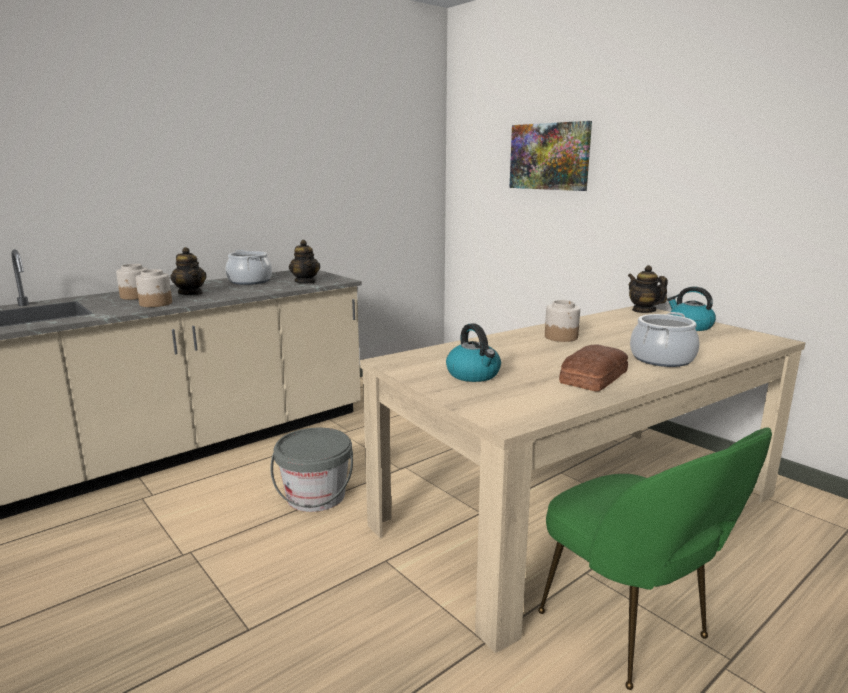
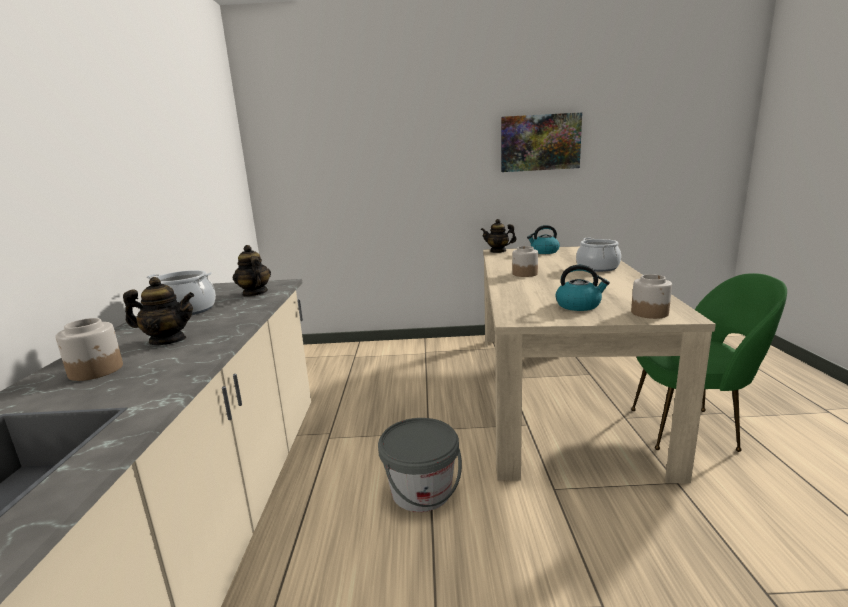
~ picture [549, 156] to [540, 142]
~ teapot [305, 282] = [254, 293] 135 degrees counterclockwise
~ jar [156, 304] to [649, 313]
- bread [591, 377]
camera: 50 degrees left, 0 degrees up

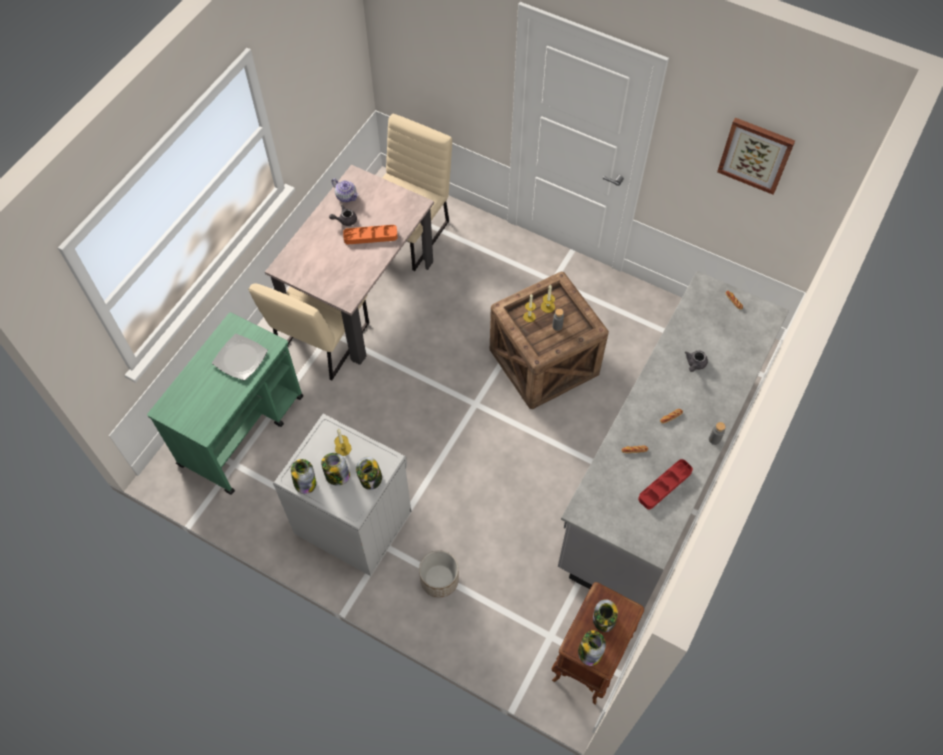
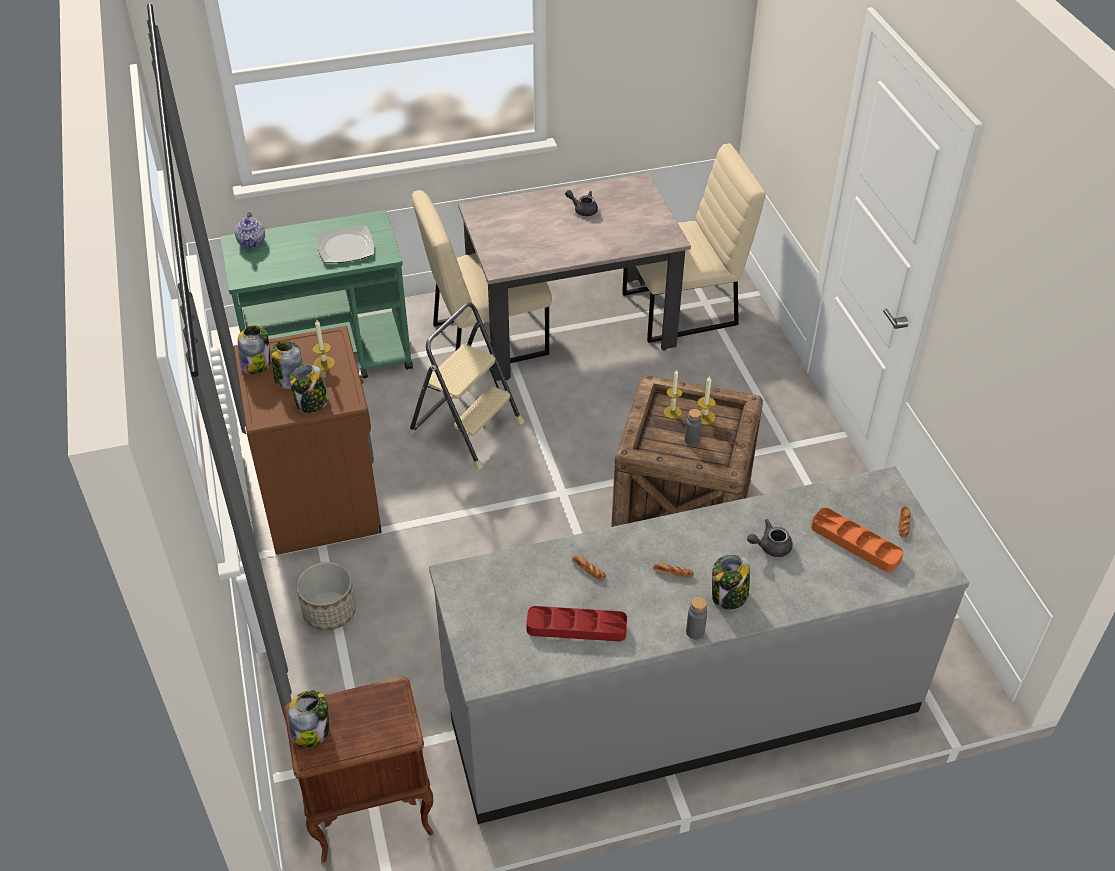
- picture [755, 154]
~ teapot [346, 196] to [252, 242]
~ orange tray [370, 236] to [855, 543]
~ white washing machine [354, 520] to brown washing machine [324, 499]
~ jar [604, 620] to [729, 596]
+ beige step ladder [462, 425]
camera: 45 degrees right, 15 degrees down

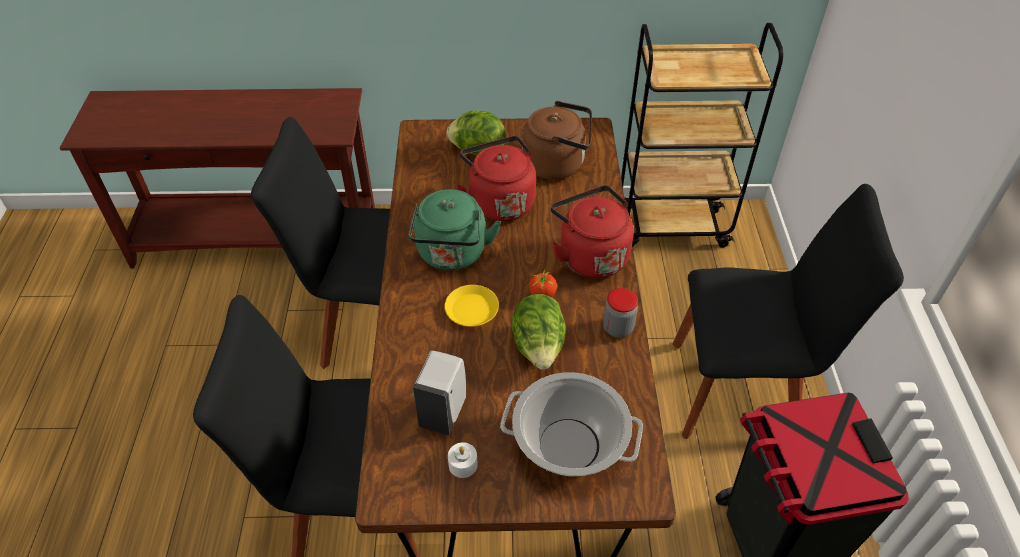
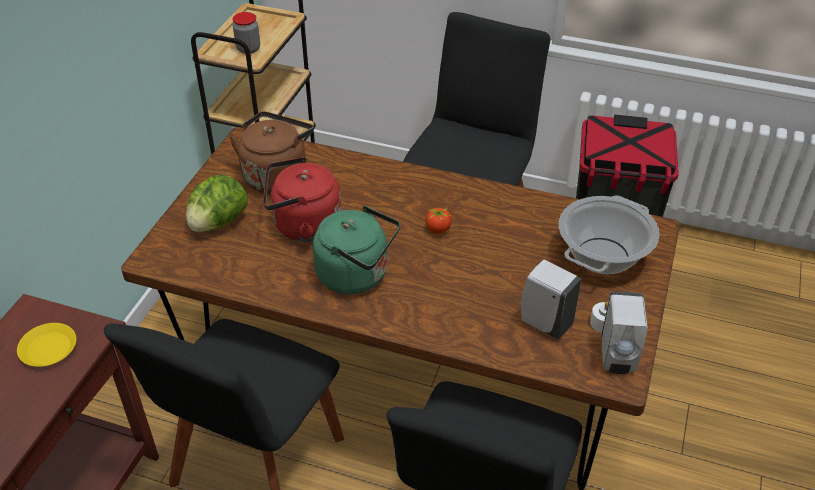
- red kettle [590, 255]
~ yellow plate [471, 309] to [48, 349]
~ jar [618, 328] to [248, 49]
- lettuce [539, 347]
+ white soap dispenser [617, 359]
camera: 70 degrees left, 5 degrees down

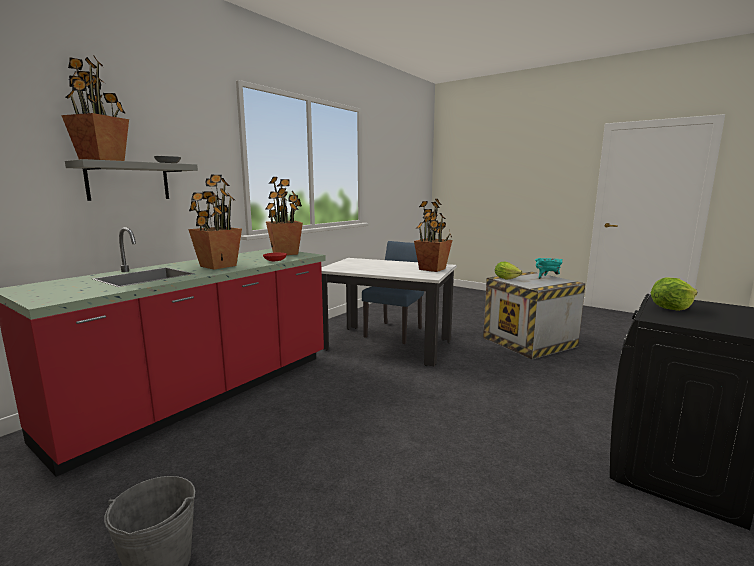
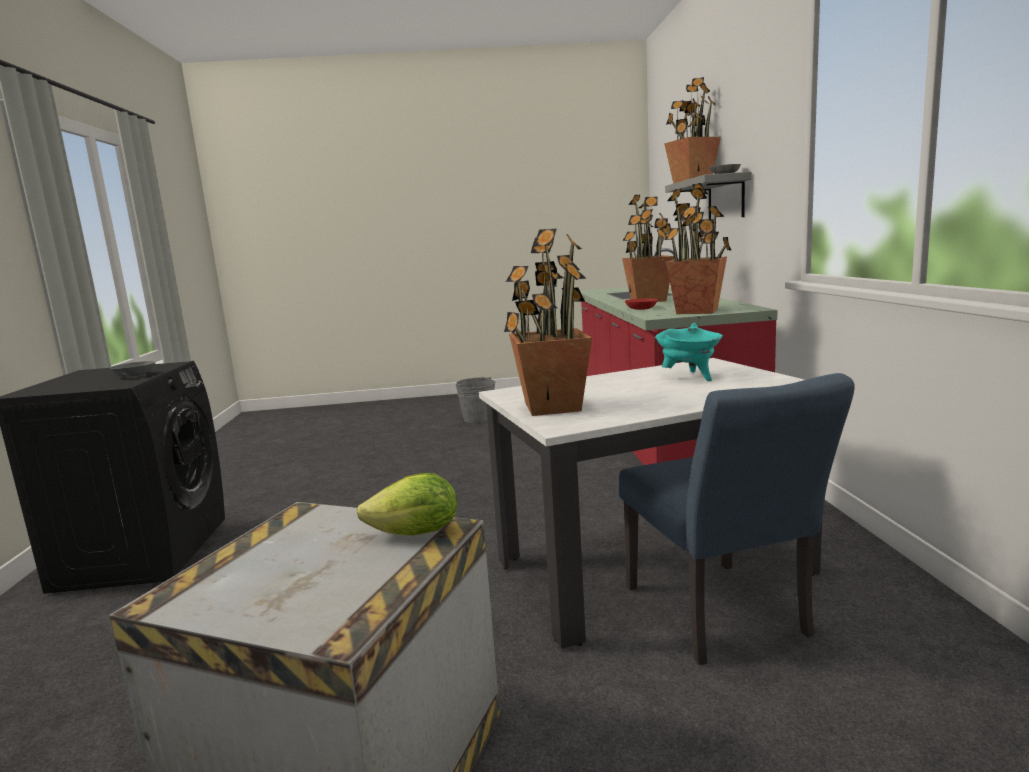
~ turquoise cooking pot [547, 277] to [689, 378]
~ lettuce [670, 308] to grey bowl [136, 375]
camera: 140 degrees right, 0 degrees up

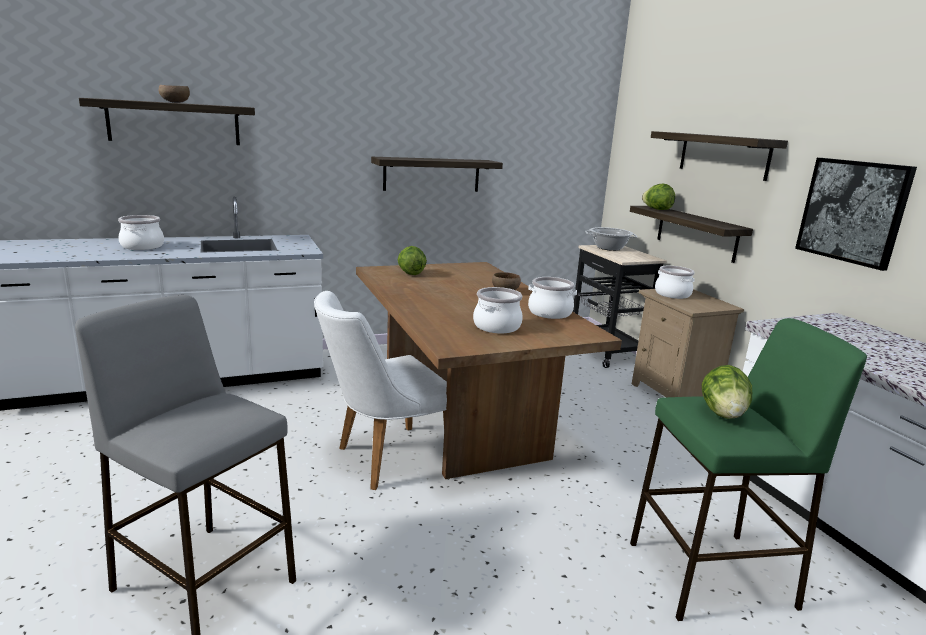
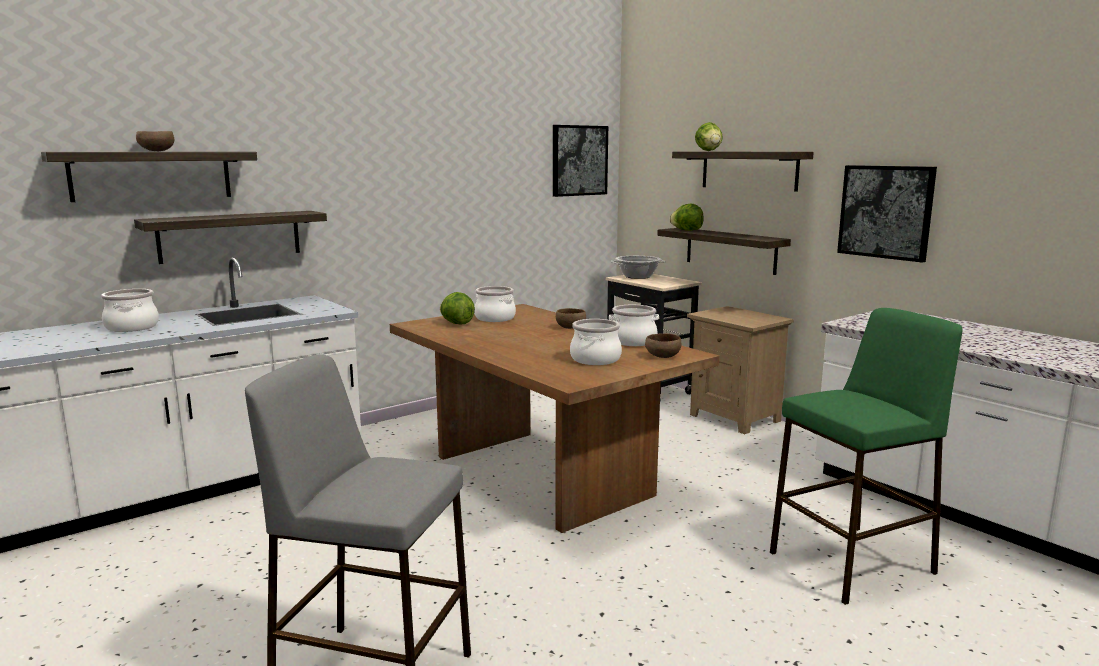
~ shelf [432, 174] to [230, 236]
~ cooking pot [672, 294] to [494, 318]
- white chair [383, 459]
~ lettuce [723, 414] to [708, 151]
+ picture [579, 160]
+ brown bowl [662, 356]
camera: 15 degrees left, 5 degrees down

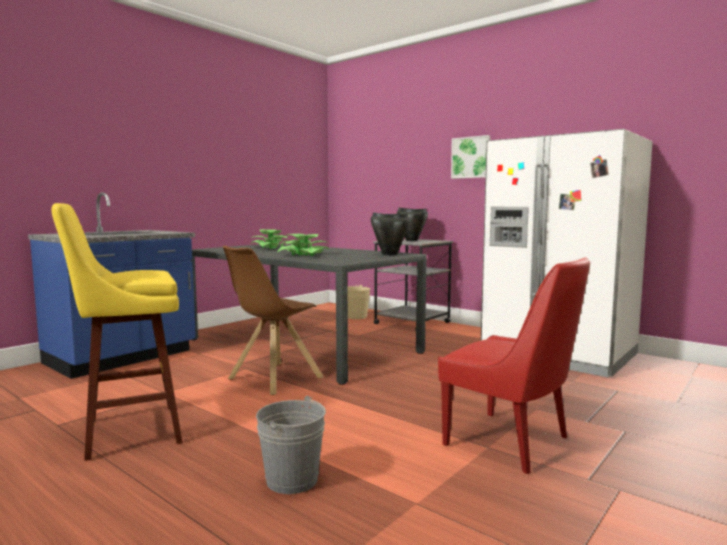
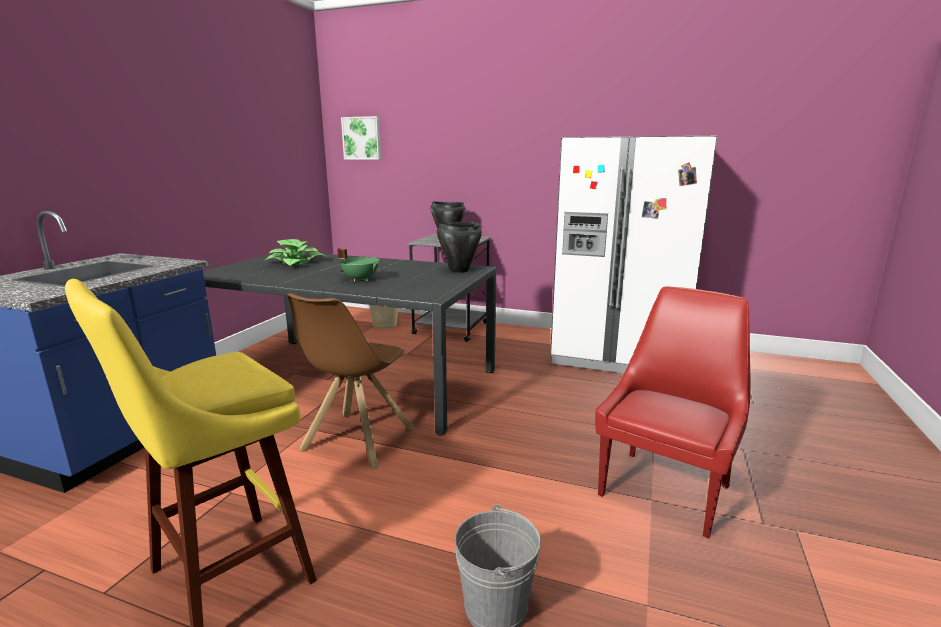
~ picture [471, 157] to [362, 138]
~ potted plant [304, 254] to green cooking pot [361, 279]
~ red chair [511, 442] = [666, 488] 75 degrees counterclockwise
camera: 20 degrees left, 10 degrees up

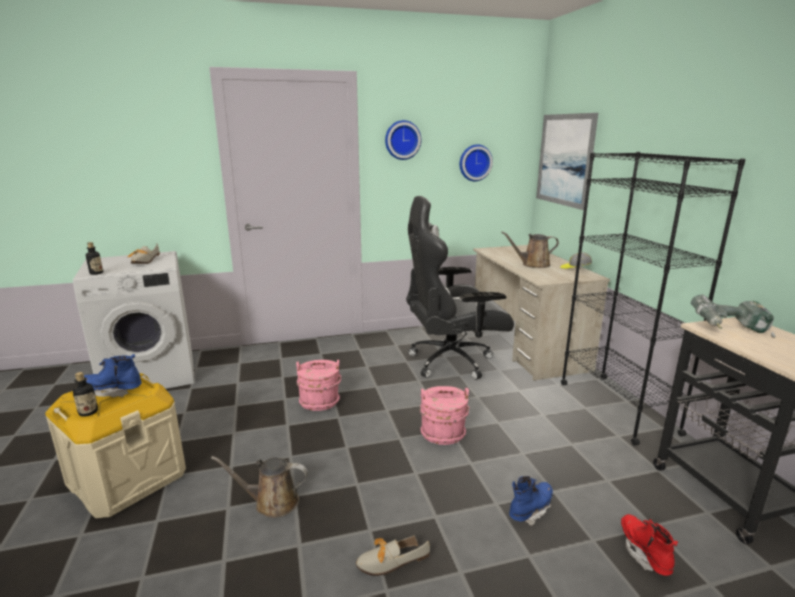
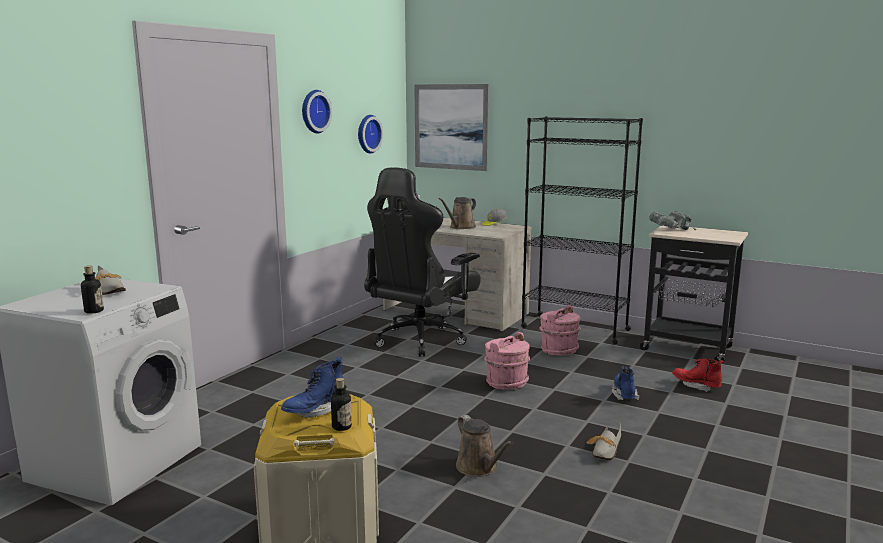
~ pink bucket [320, 401] to [558, 349]
~ brown watering can [272, 502] = [479, 468] 75 degrees counterclockwise
camera: 45 degrees left, 5 degrees down

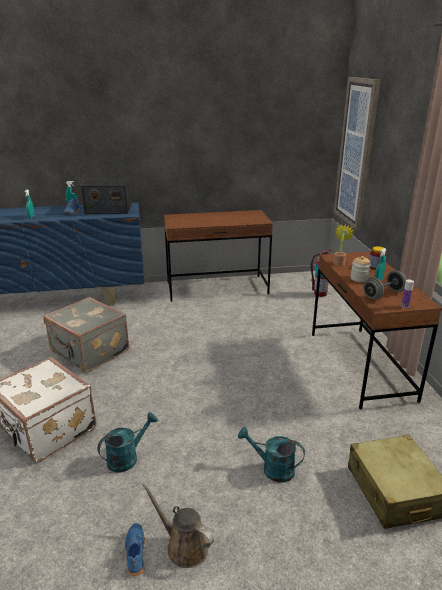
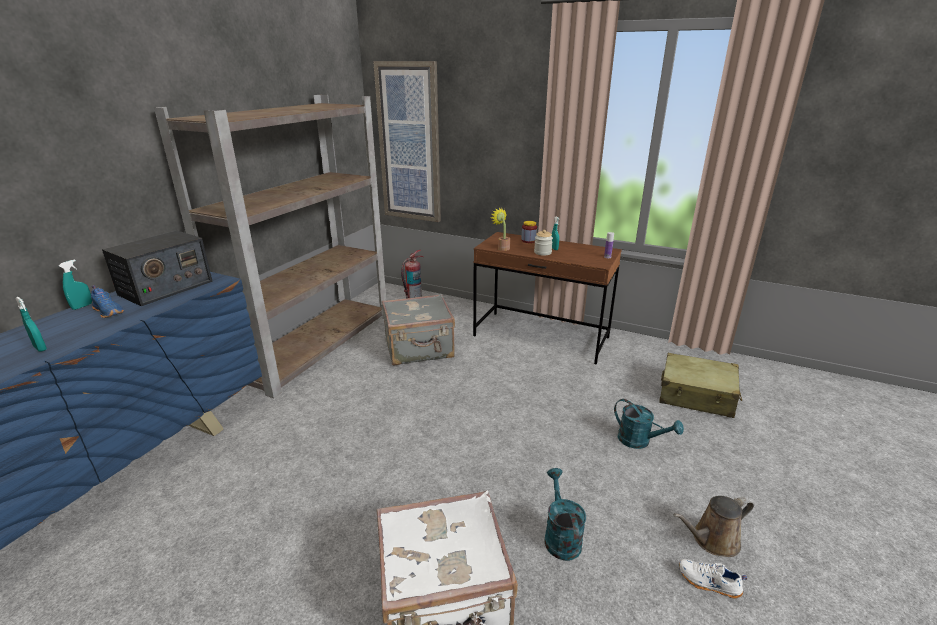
~ brown desk [217, 288] to brown bookcase [315, 344]
- grey dumbbell [383, 294]
~ grey suitcase [89, 352] to [419, 349]
~ turquoise watering can [272, 469] = [639, 441] 105 degrees counterclockwise
~ blue shoe [134, 552] to white shoe [708, 583]
camera: 55 degrees left, 0 degrees up

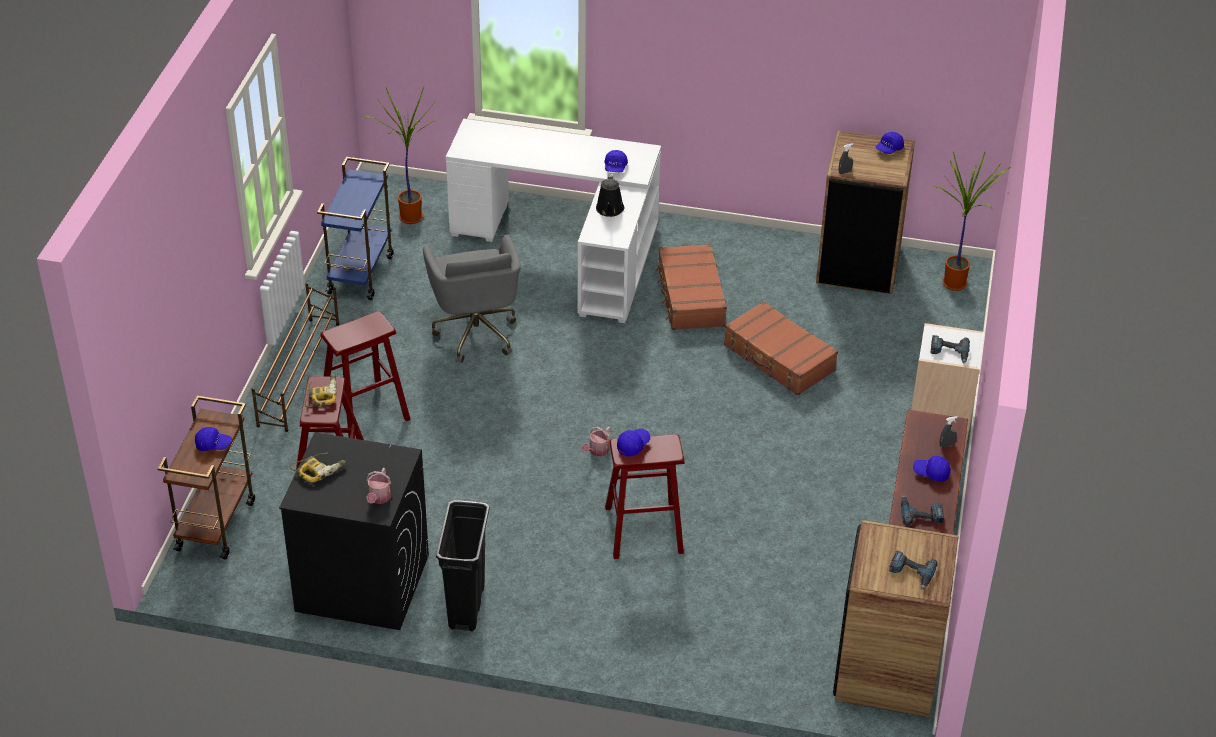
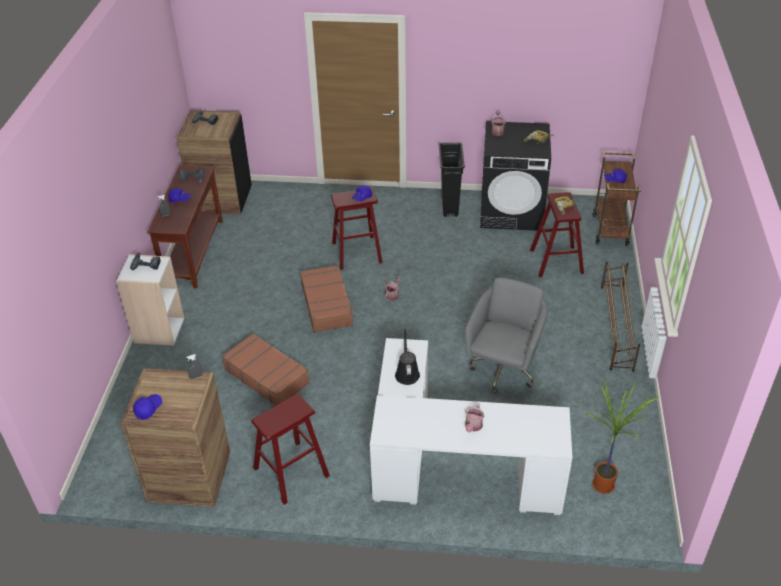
- blue cap [615, 167]
- potted plant [956, 284]
- blue cart [361, 273]
~ grey office chair [475, 333] = [503, 373] 45 degrees clockwise
~ brown suitcase [690, 297] to [327, 305]
~ red stool [365, 411] to [291, 472]
+ watering can [473, 426]
camera: 175 degrees right, 0 degrees up

